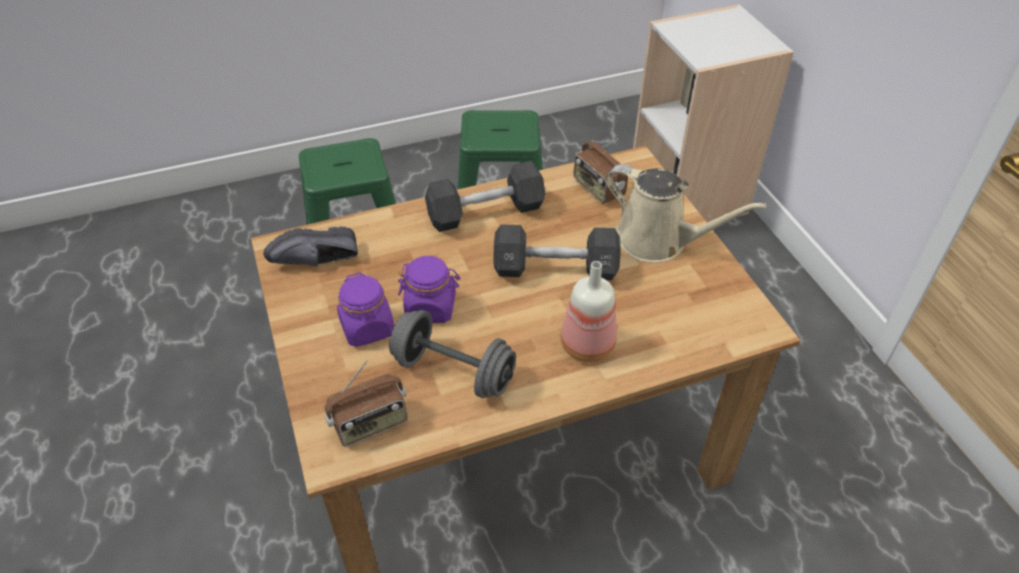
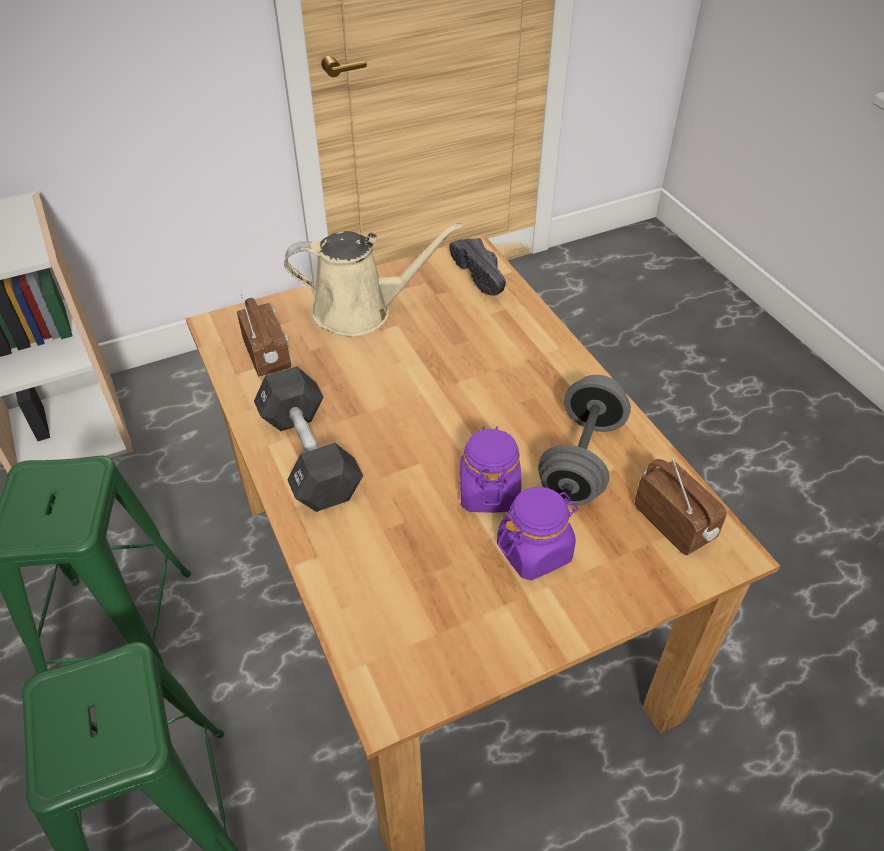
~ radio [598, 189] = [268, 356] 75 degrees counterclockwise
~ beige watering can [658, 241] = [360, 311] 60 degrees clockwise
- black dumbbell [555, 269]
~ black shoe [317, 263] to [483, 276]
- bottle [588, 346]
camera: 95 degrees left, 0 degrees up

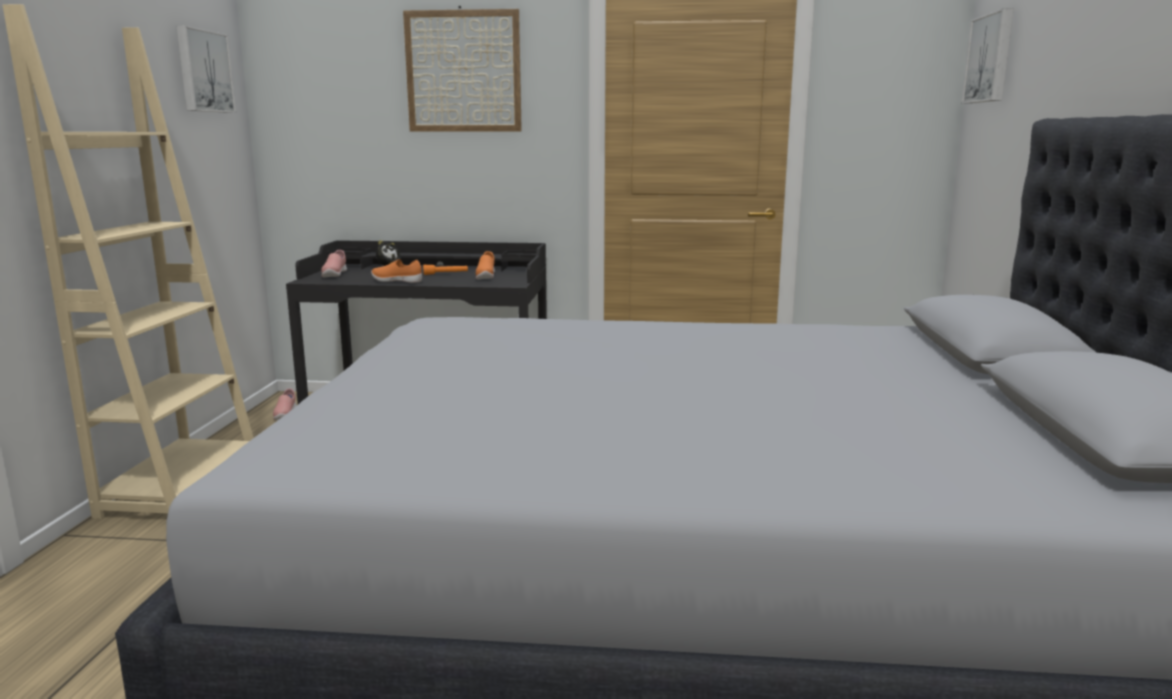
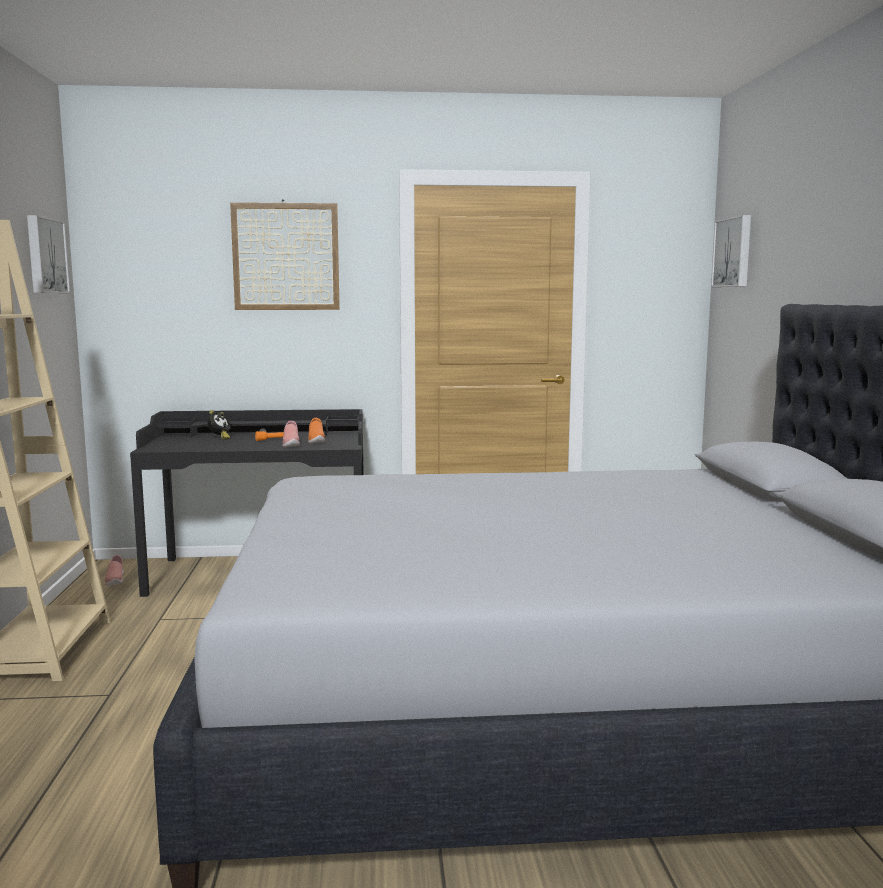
~ pink shoe [334, 275] to [290, 445]
- orange shoe [397, 282]
camera: 10 degrees left, 5 degrees down

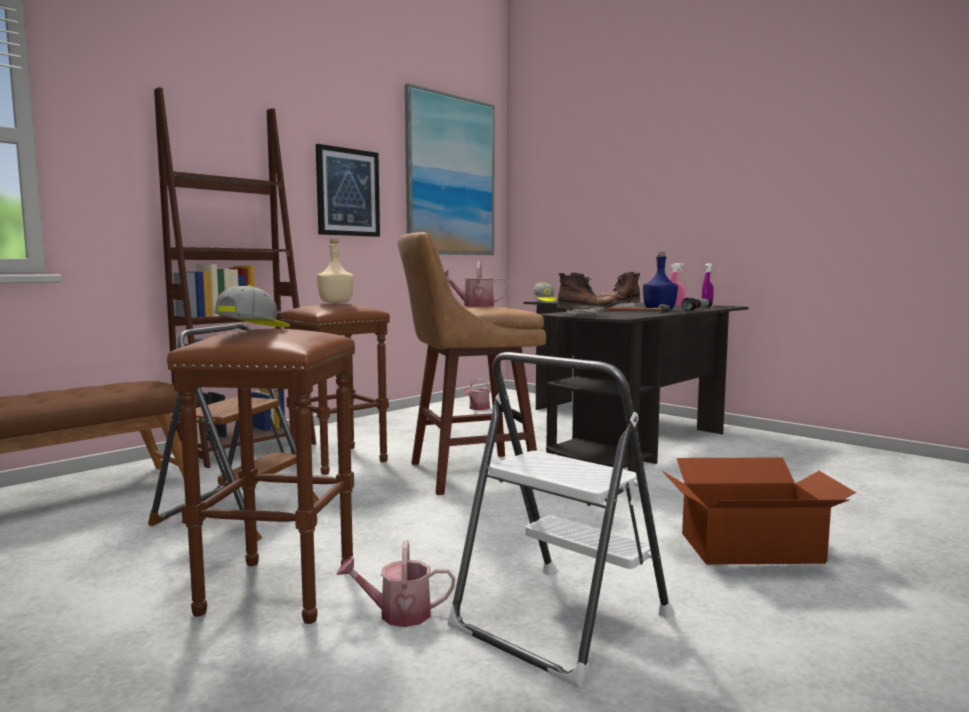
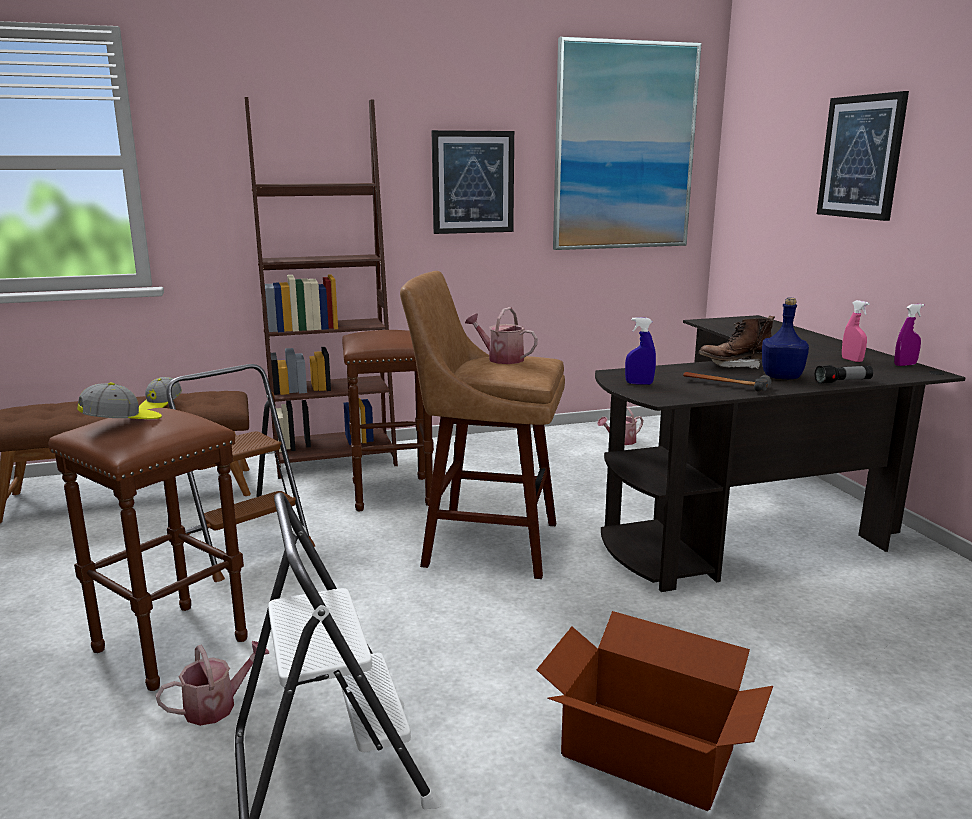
- beige bottle [335, 303]
~ brown boot [586, 315] to blue spray bottle [639, 383]
~ cap [544, 301] to [160, 405]
~ watering can [397, 614] = [217, 706] 120 degrees clockwise
+ picture [861, 157]
camera: 30 degrees right, 10 degrees up

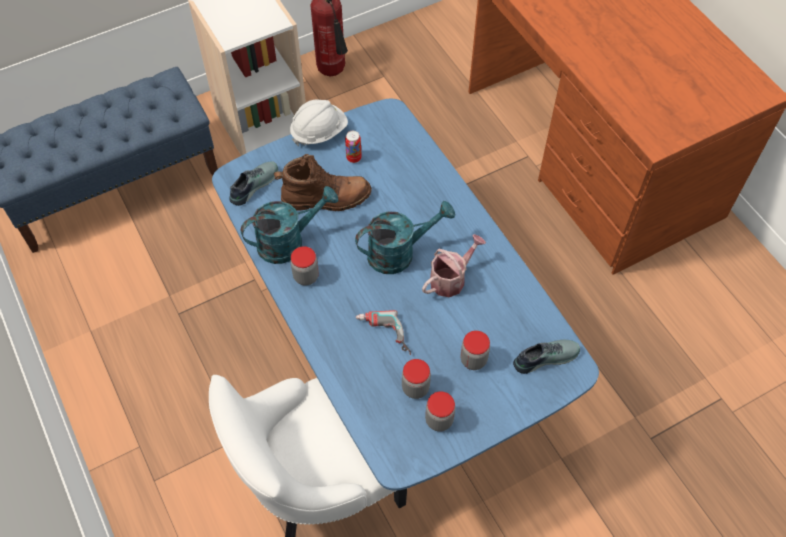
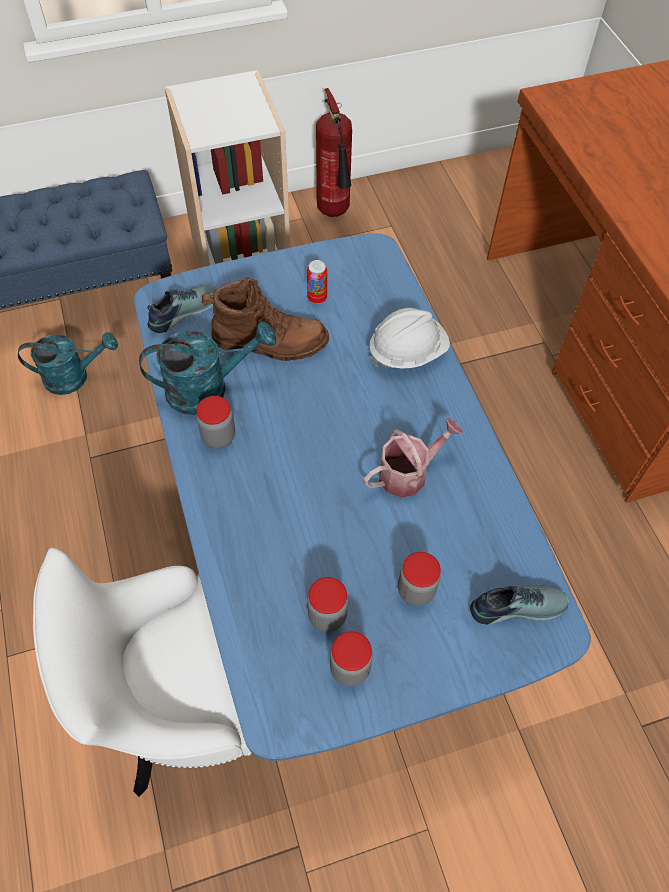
~ white hard hat [319, 132] to [407, 352]
~ turquoise watering can [399, 252] to [74, 376]
- power drill [383, 336]
camera: 10 degrees right, 0 degrees up

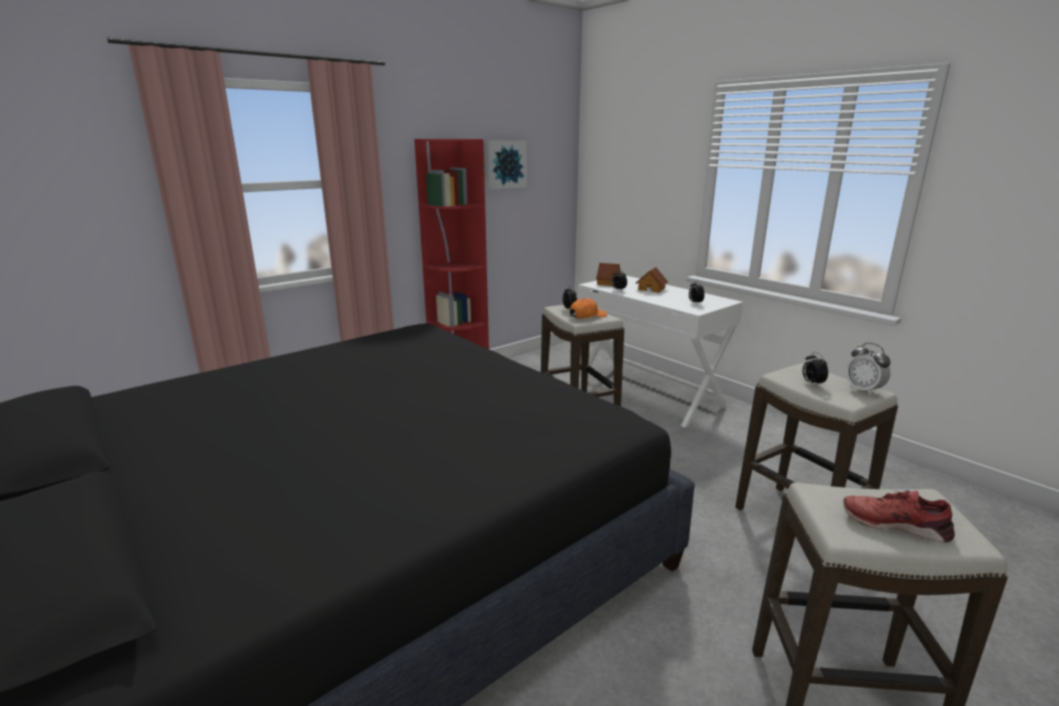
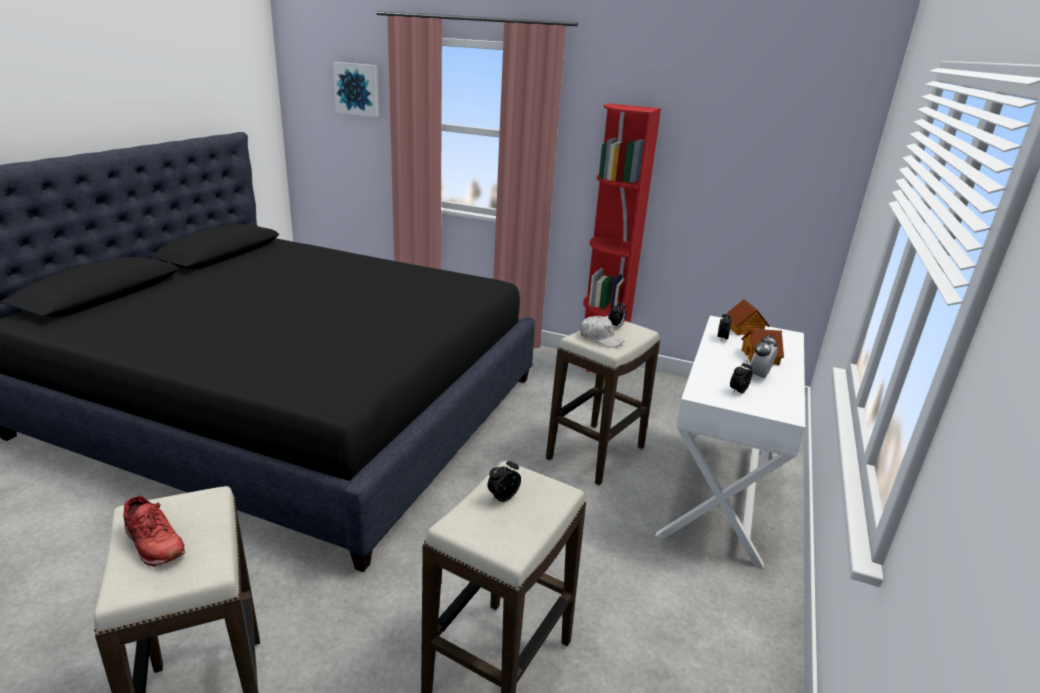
~ picture [505, 164] to [357, 89]
~ orange cap [587, 316] to white cap [601, 338]
~ alarm clock [863, 390] to [759, 376]
~ red shoe [895, 523] = [153, 543] 135 degrees clockwise
camera: 60 degrees right, 5 degrees up

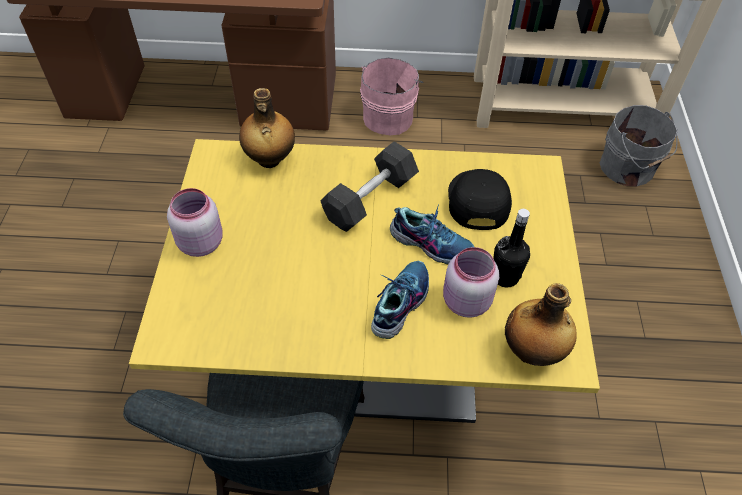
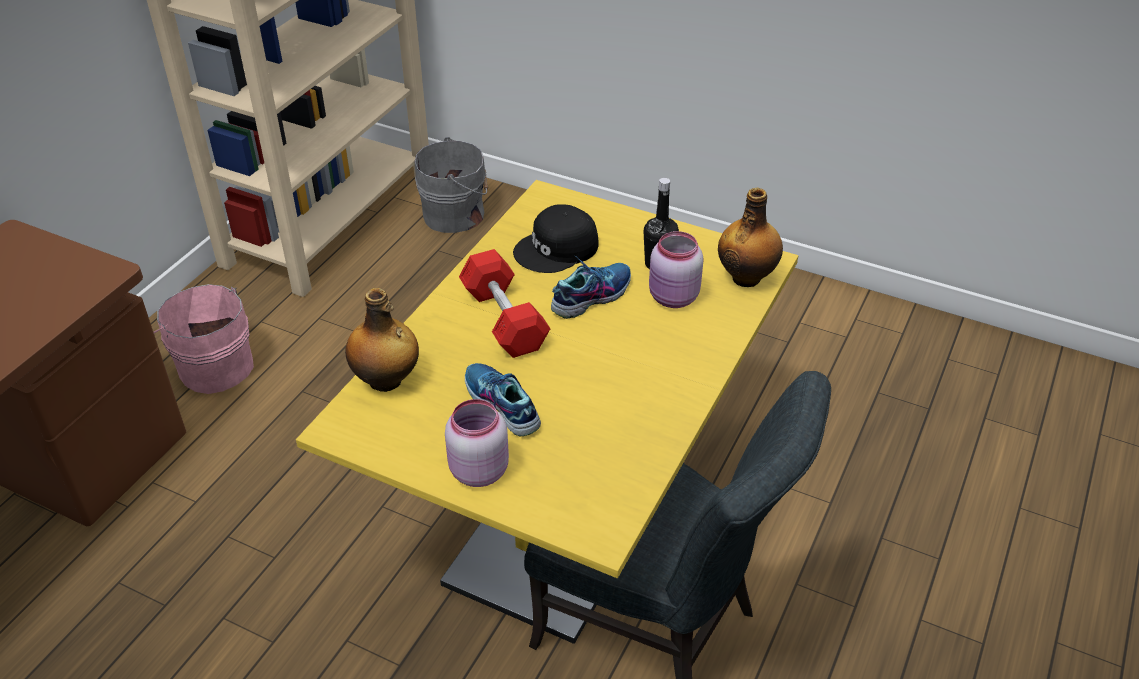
~ grey dumbbell [370, 199] to red dumbbell [504, 319]
~ black cap [477, 201] = [557, 249] 60 degrees counterclockwise
~ shoe [399, 303] to [501, 405]
camera: 65 degrees left, 10 degrees down

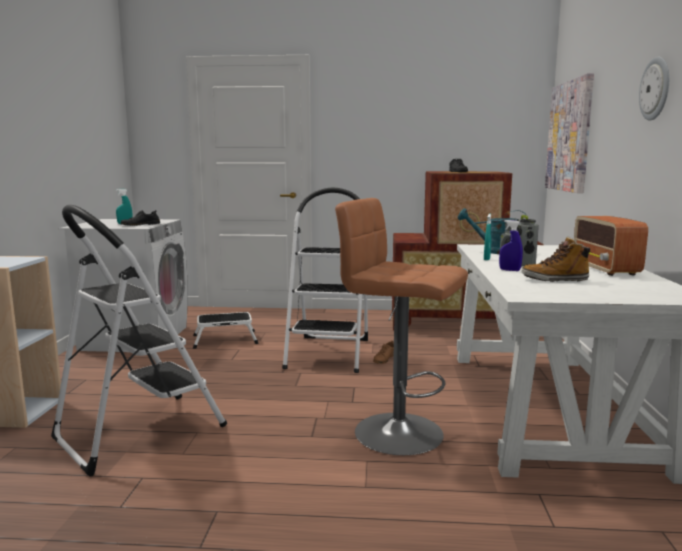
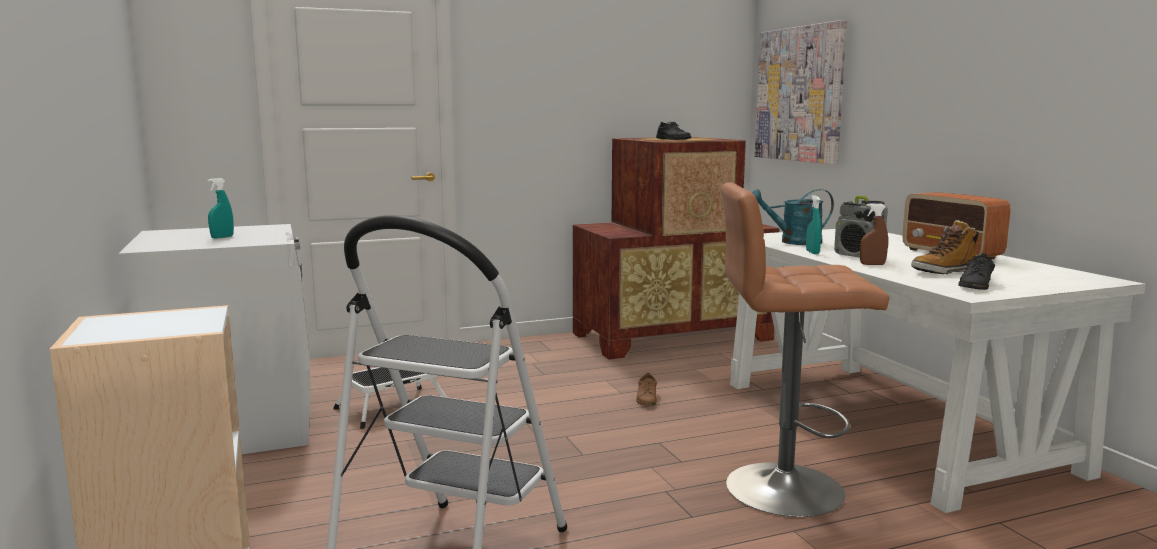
- wall clock [655, 89]
- step ladder [330, 353]
~ black shoe [140, 225] to [976, 285]
~ blue spray bottle [509, 270] to brown spray bottle [872, 264]
camera: 25 degrees left, 0 degrees up

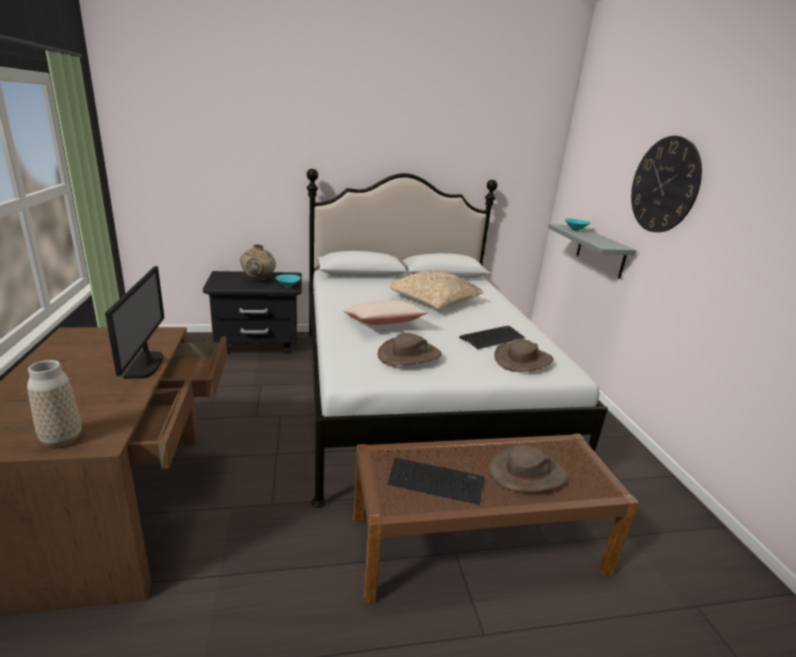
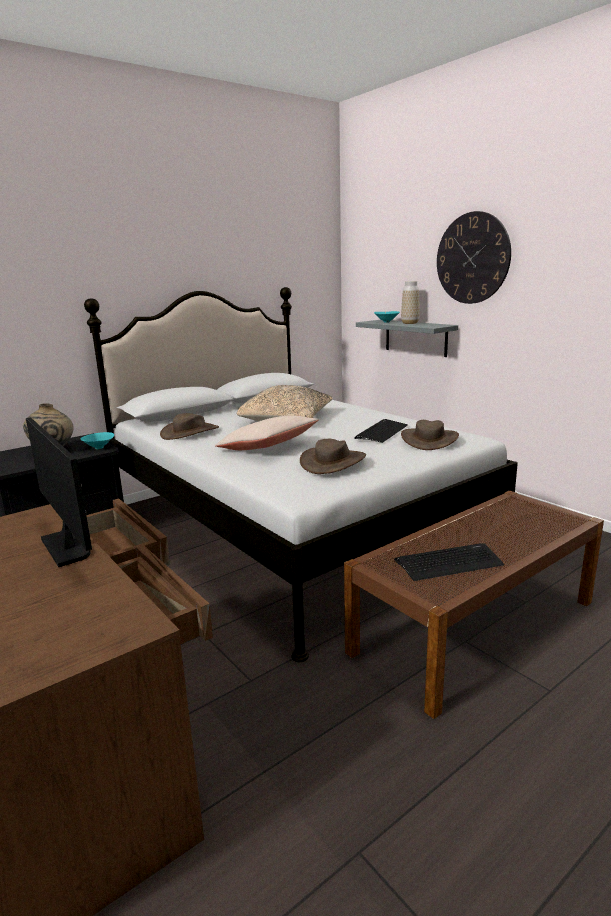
~ vase [62, 439] to [410, 323]
~ brown hat [527, 472] to [190, 432]
camera: 25 degrees left, 5 degrees down

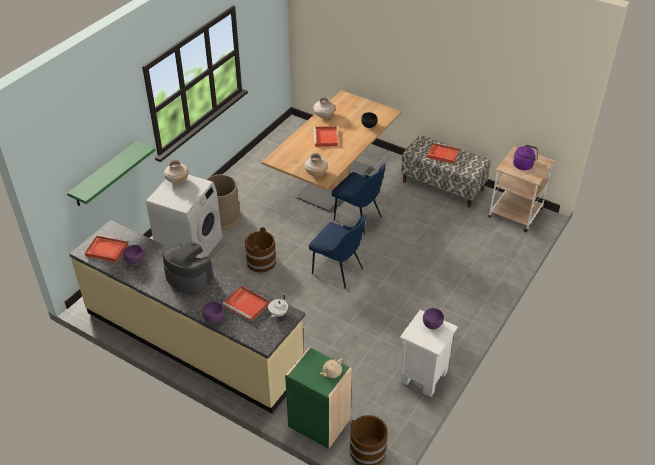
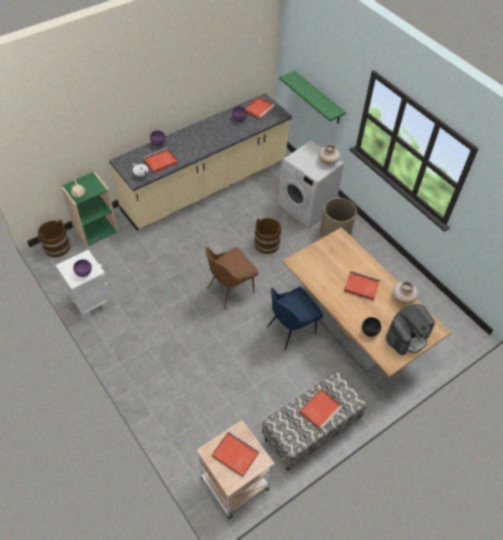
~ purple kettle [524, 165] to red tray [234, 454]
- beige vase [316, 173]
~ blue chair [338, 271] to brown chair [230, 290]
~ coffee machine [189, 277] to [407, 336]
camera: 110 degrees right, 10 degrees up

